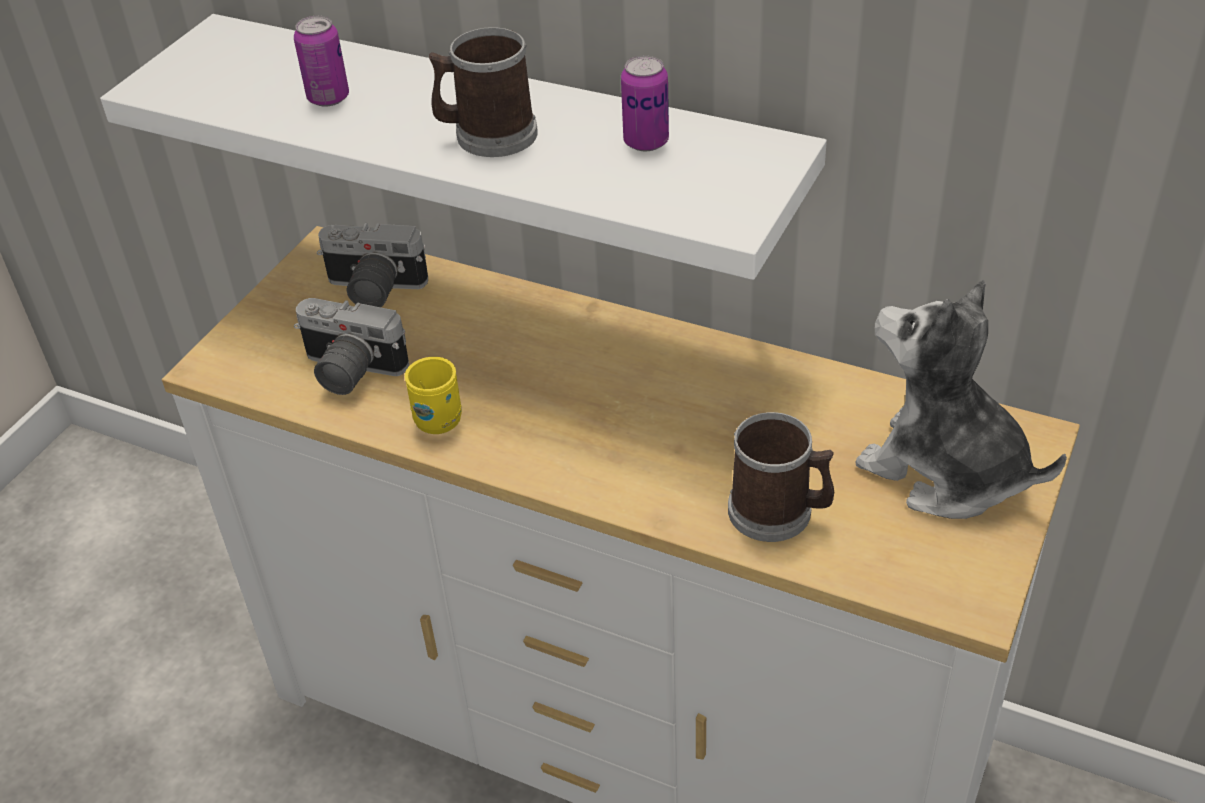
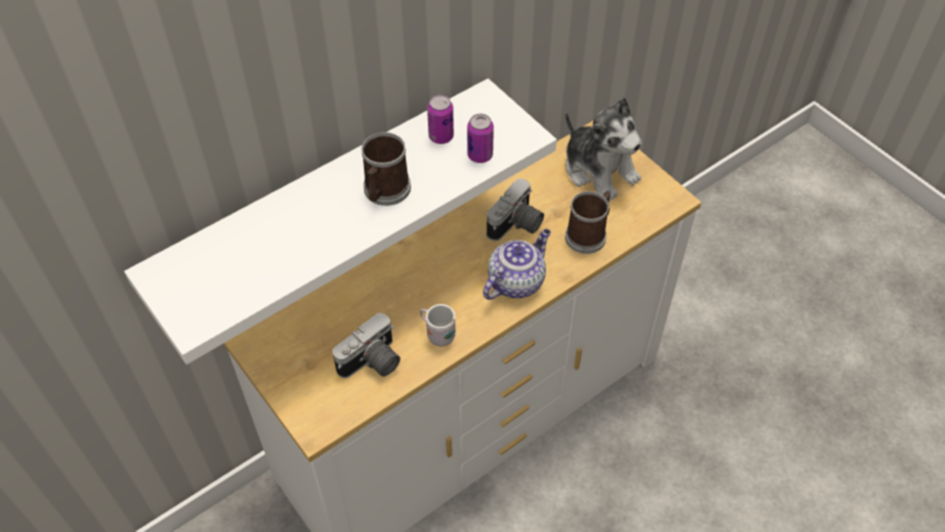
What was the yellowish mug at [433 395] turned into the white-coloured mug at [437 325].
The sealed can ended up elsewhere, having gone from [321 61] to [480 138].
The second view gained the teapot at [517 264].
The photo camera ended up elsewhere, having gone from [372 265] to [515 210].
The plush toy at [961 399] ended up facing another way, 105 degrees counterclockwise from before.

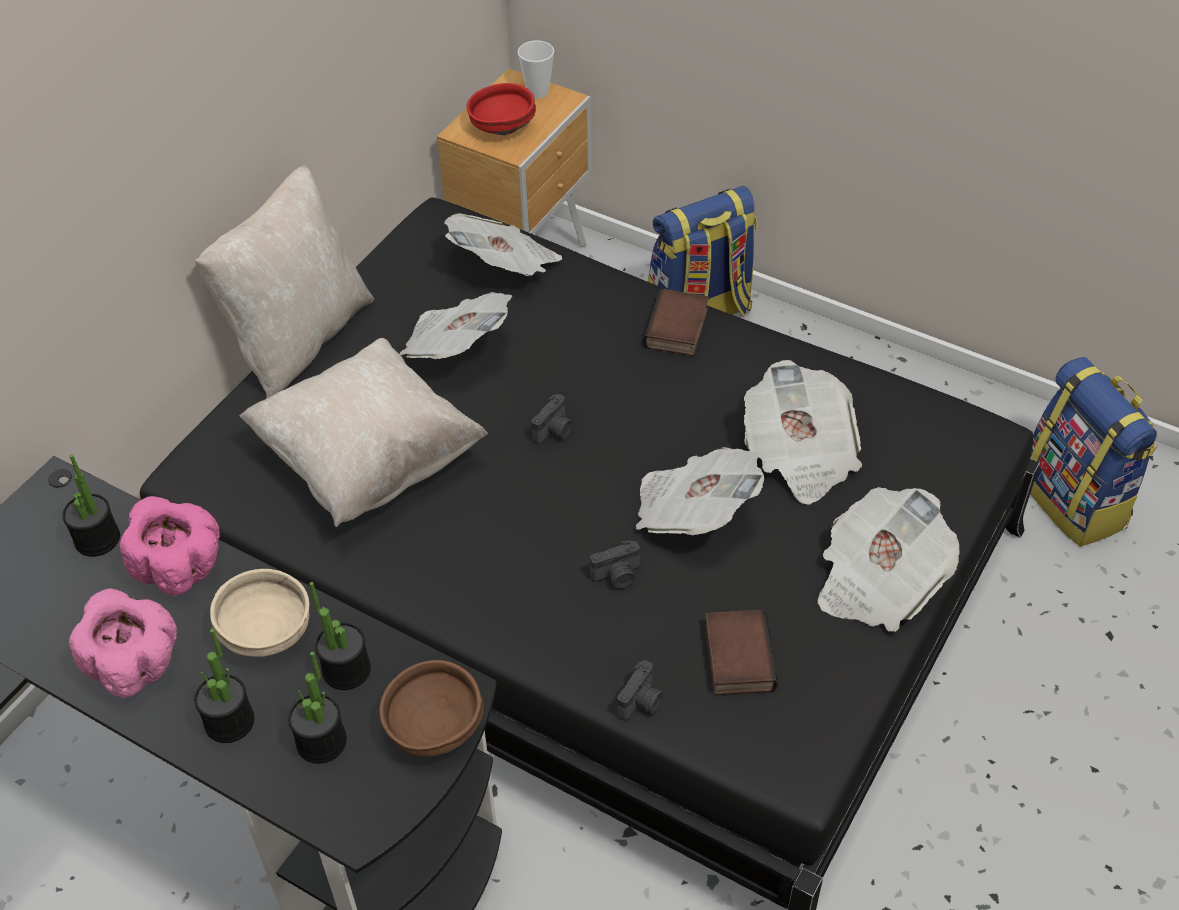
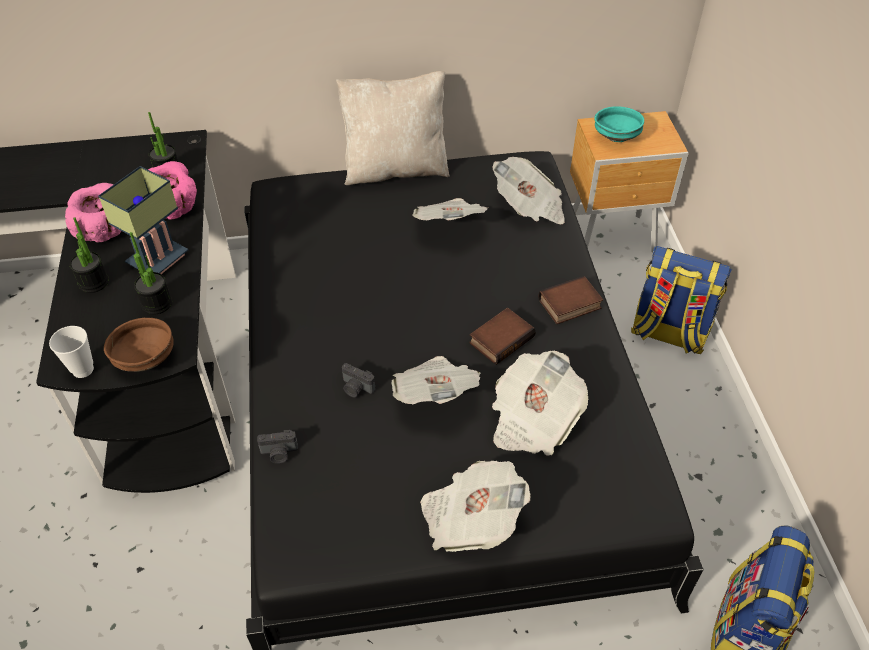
The small cup ended up elsewhere, having gone from [536 70] to [71 352].
Where the sand-coloured bowl stood at [259 613], the table lamp came to stand at [143 220].
The book ended up elsewhere, having gone from [741 652] to [502 336].
What was the reddish bowl at [501 109] turned into the blue-green bowl at [619 124].
The second view lost the sand-coloured cushion at [364 432].
The second view lost the houseplant at [317 708].
The second view lost the photo camera at [552 419].

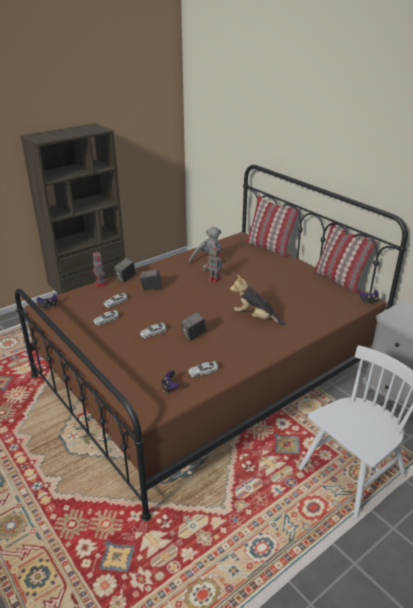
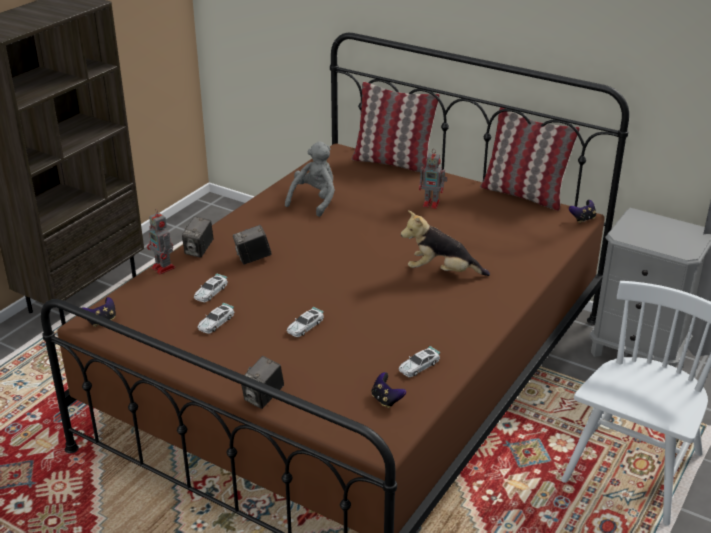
The photo camera ended up elsewhere, having gone from [194 326] to [262 382].
The robot figure ended up elsewhere, having gone from [215 265] to [433 179].

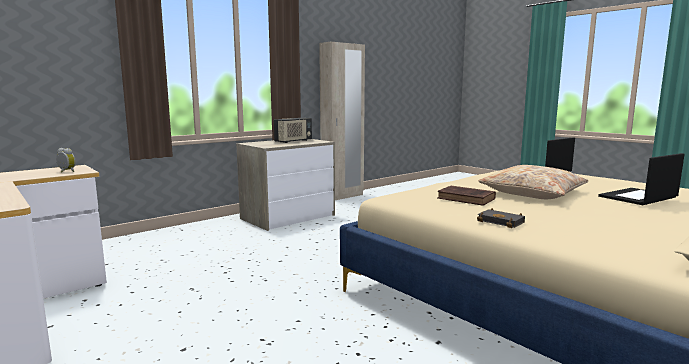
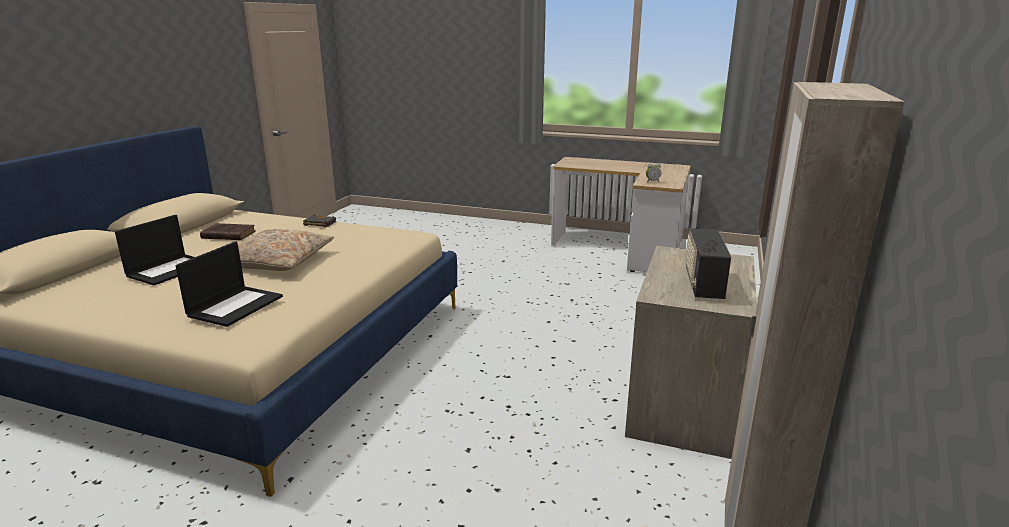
The brown-coloured book ended up elsewhere, having gone from [466 196] to [228 231].

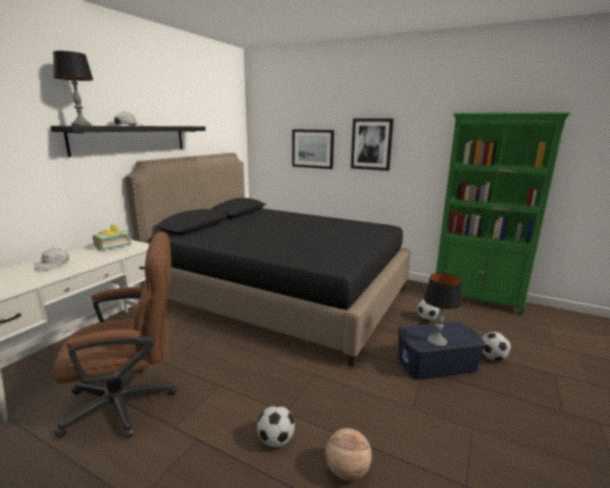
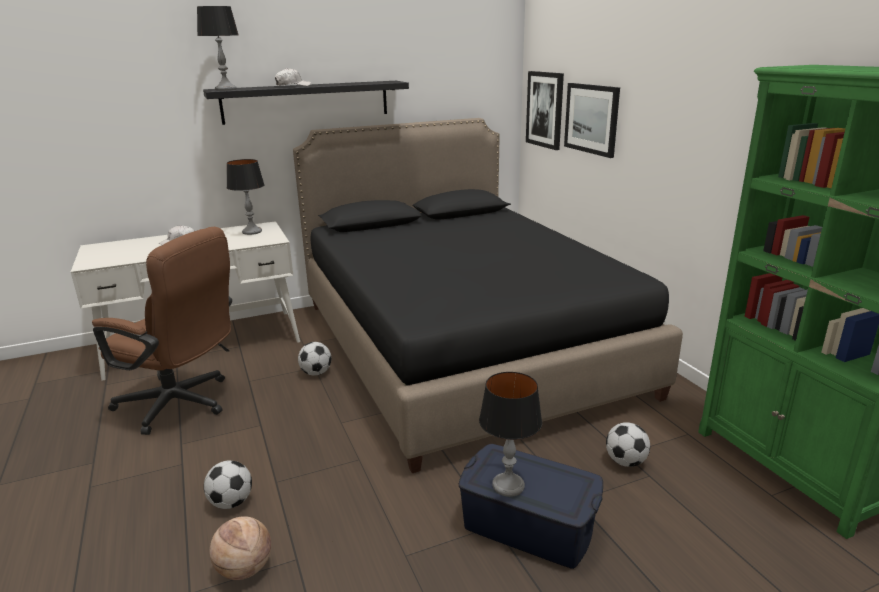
Where the book stood at [112 237], the table lamp came to stand at [246 197].
The football ended up elsewhere, having gone from [496 346] to [314 359].
The wall picture ended up elsewhere, having gone from [372 144] to [545 110].

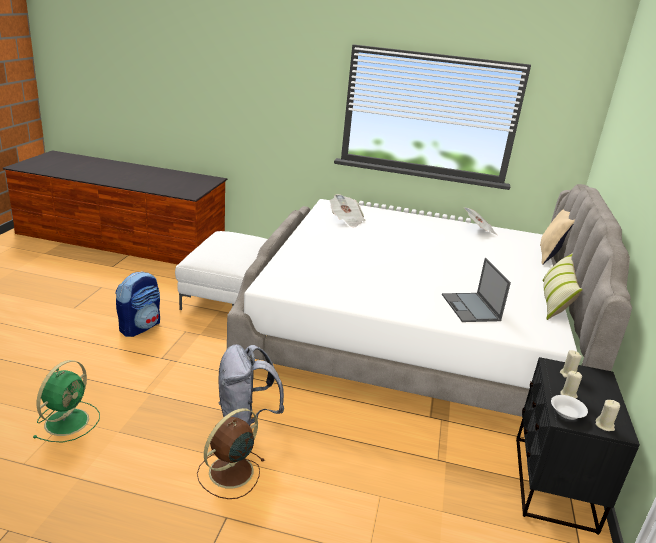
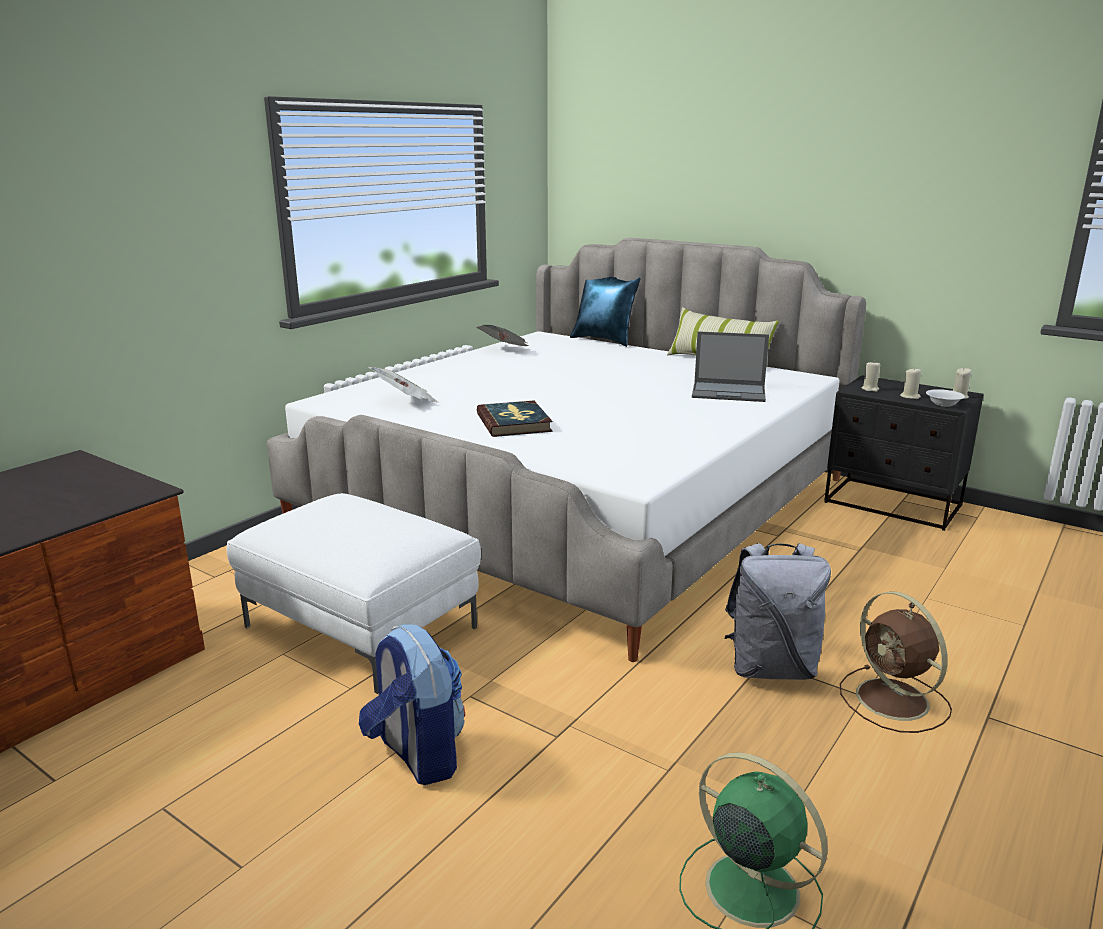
The second view gained the book at [514 419].
What was the sand-coloured cushion at [557 237] turned into the blue cushion at [605 311].

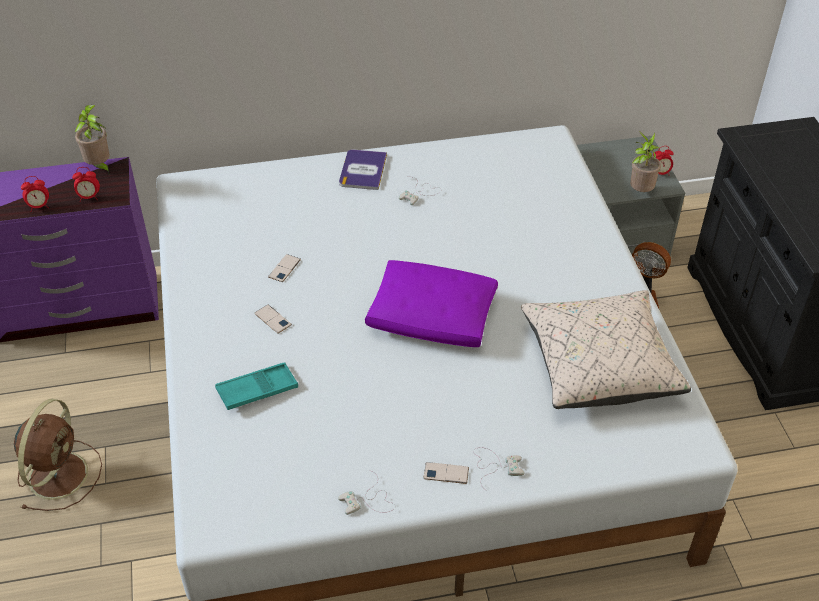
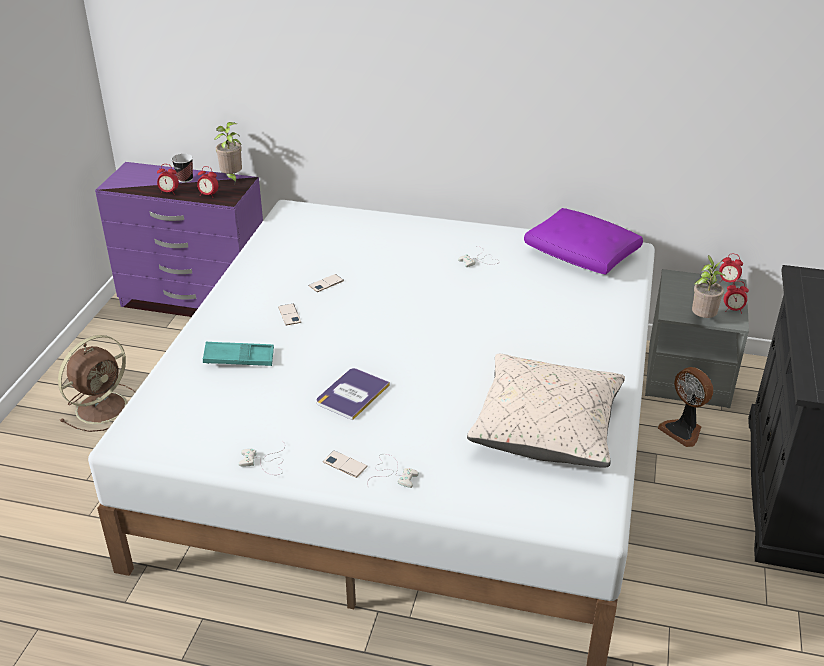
The second view gained the small cup at [182 168].
The book ended up elsewhere, having gone from [363 169] to [353 394].
The purple cushion ended up elsewhere, having gone from [431 303] to [583 241].
The second view gained the alarm clock at [731 269].

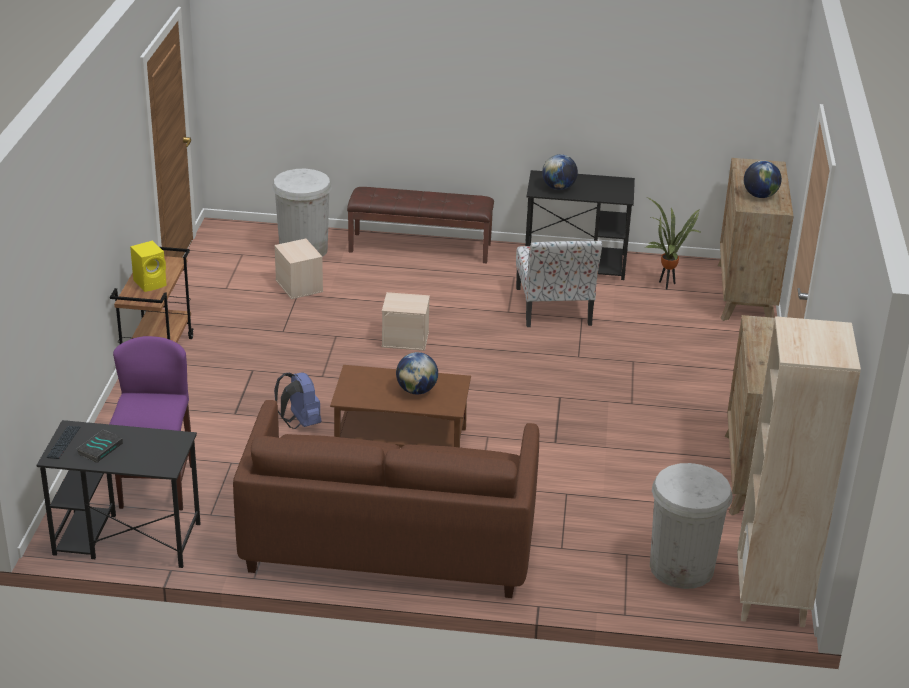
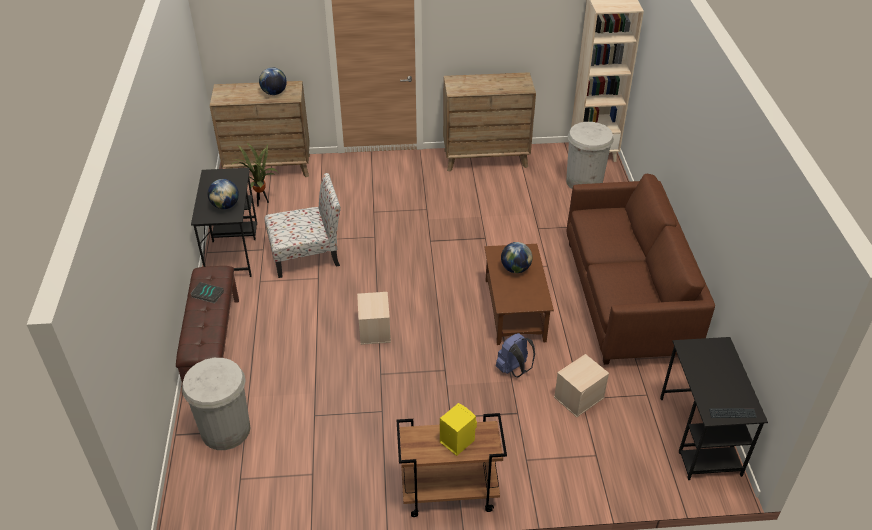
The book ended up elsewhere, having gone from [100 446] to [207 292].
The sand-coloured storage box ended up elsewhere, having gone from [298 268] to [581 385].
The second view lost the purple sitting stool at [150 423].

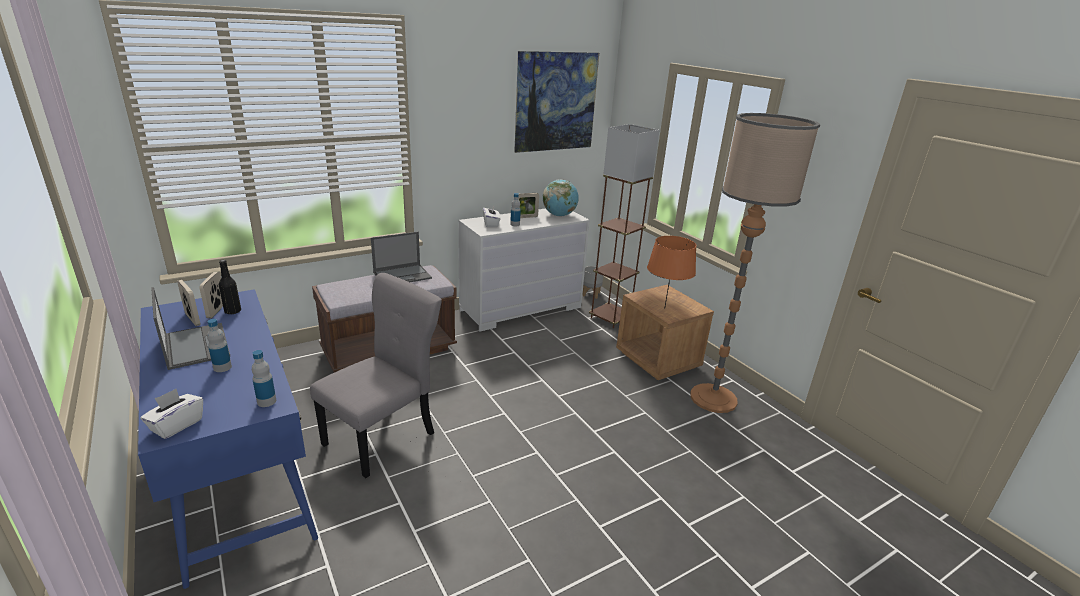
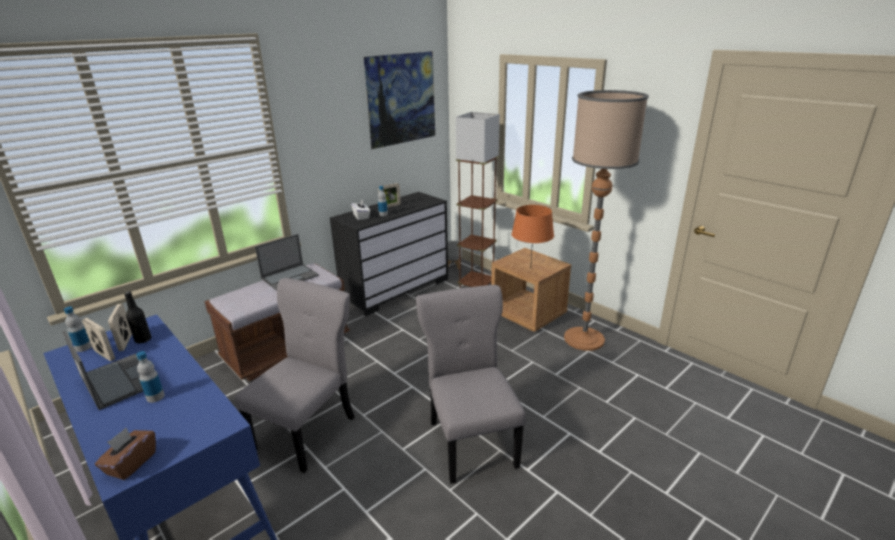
The drink bottle ended up elsewhere, having gone from [264 378] to [78 329].
What was the white-coloured tissue holder at [171 414] turned into the brown-coloured tissue holder at [125 454].
What was the white-coloured dresser at [524 270] turned into the black-coloured dresser at [389 254].
The second view gained the greyish plain chair at [471 384].
The second view lost the desk globe at [561 198].

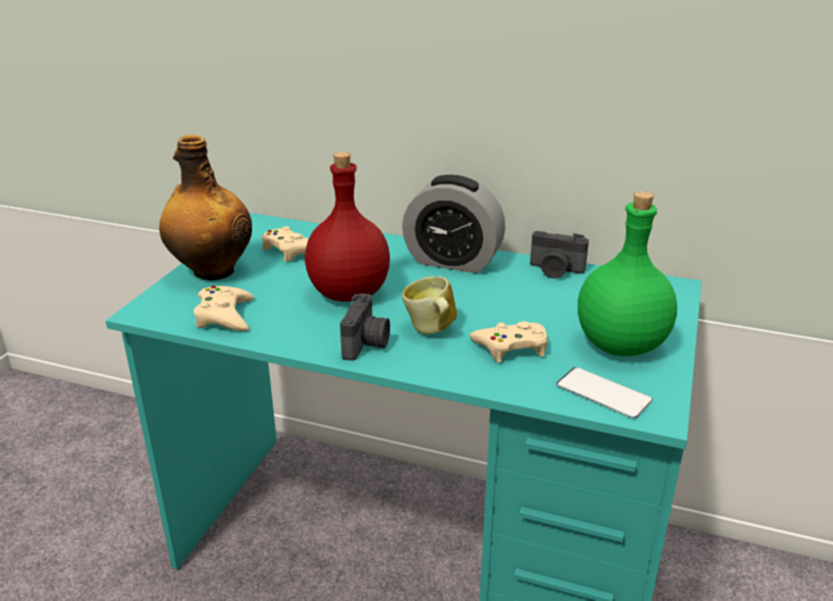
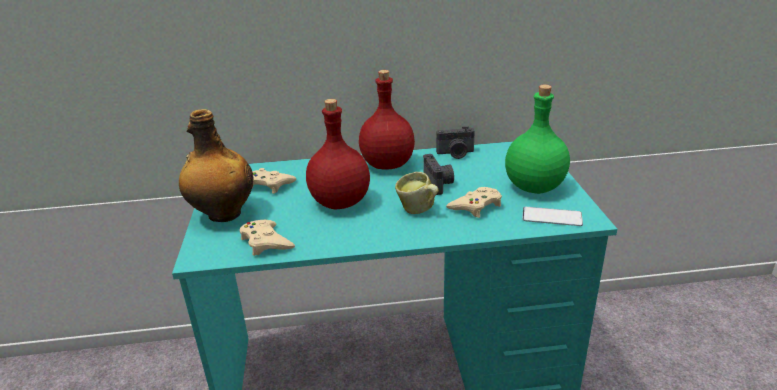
Where the alarm clock stood at [453 224], the reddish drink bottle came to stand at [387 120].
The photo camera ended up elsewhere, having gone from [365 327] to [438 174].

